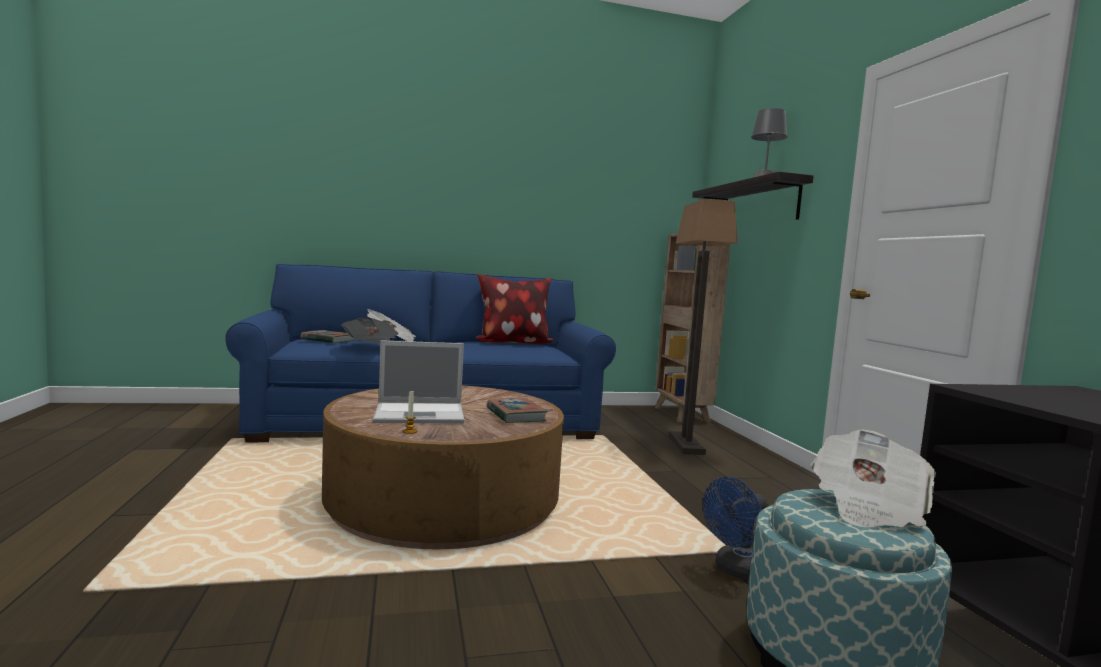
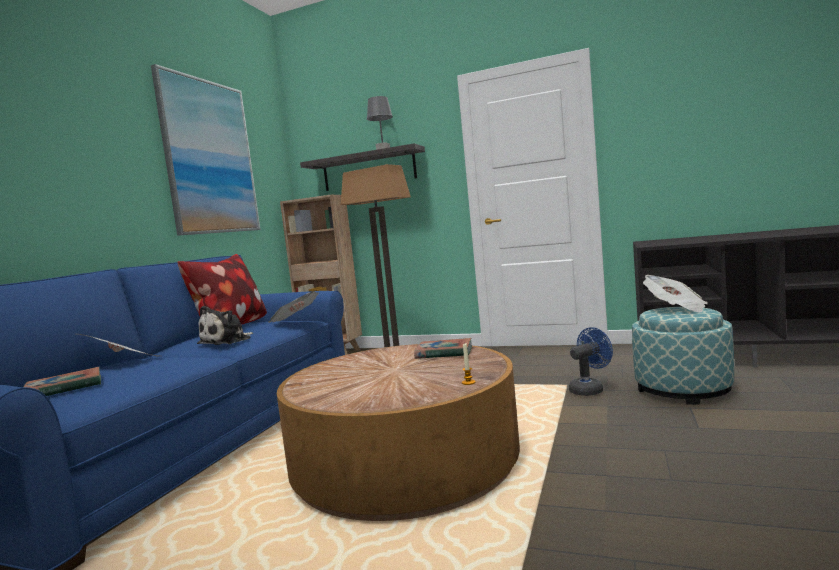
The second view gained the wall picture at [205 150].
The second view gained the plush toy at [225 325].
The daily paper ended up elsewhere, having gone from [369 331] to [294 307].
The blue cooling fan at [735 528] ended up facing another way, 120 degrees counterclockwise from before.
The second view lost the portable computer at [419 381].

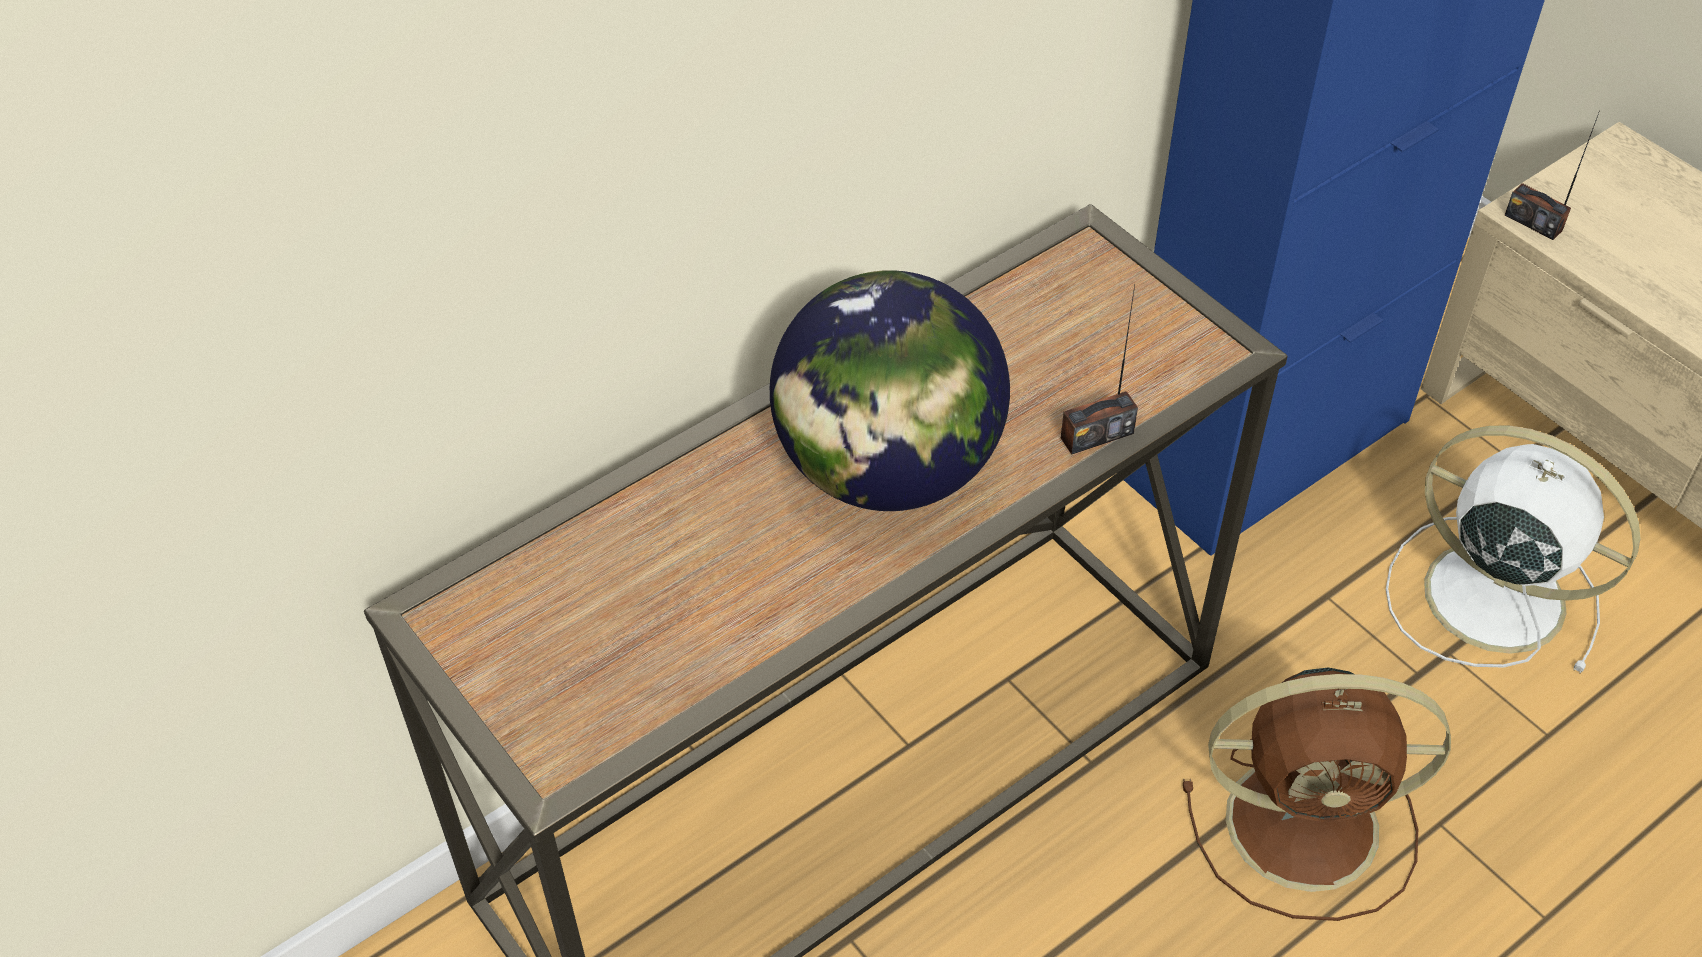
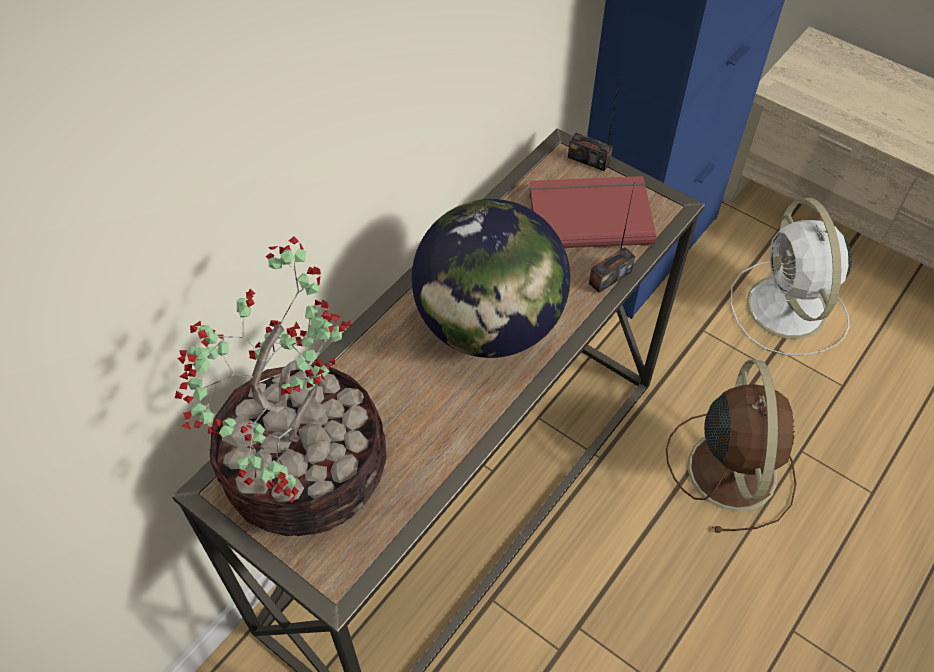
The second view gained the houseplant at [280 386].
The second view gained the reddish book at [593 212].
The radio receiver ended up elsewhere, having gone from [1552 175] to [594 122].
The brown-coloured cooling fan at [1317 794] ended up facing another way, 75 degrees counterclockwise from before.
The white-coloured cooling fan at [1513 550] ended up facing another way, 120 degrees counterclockwise from before.

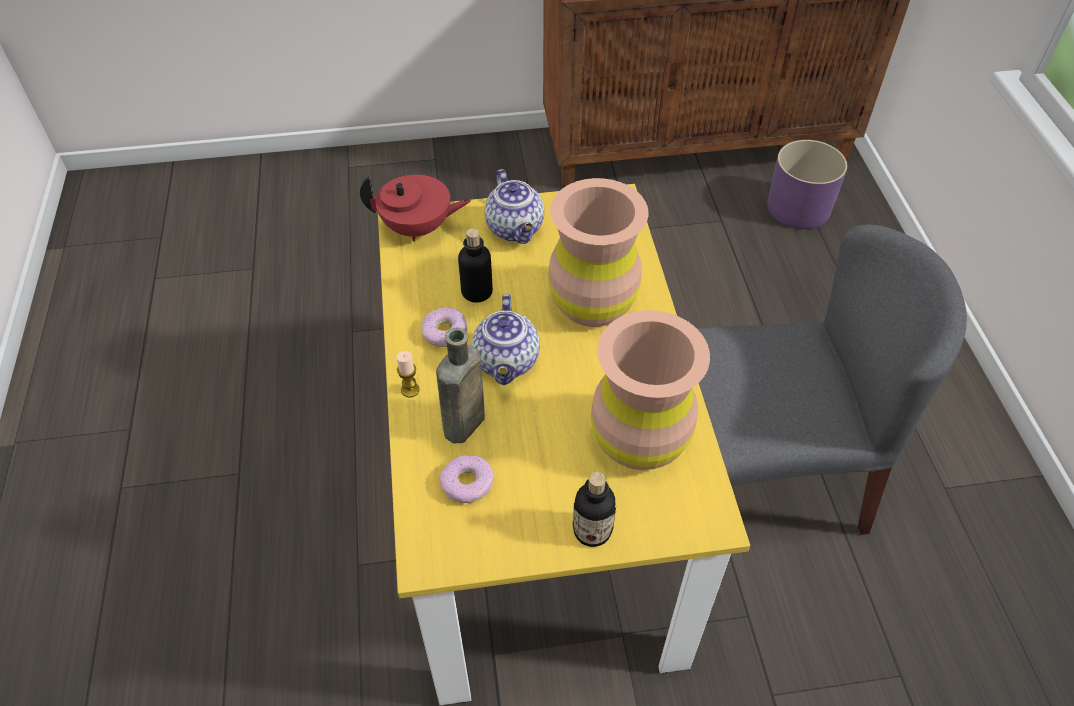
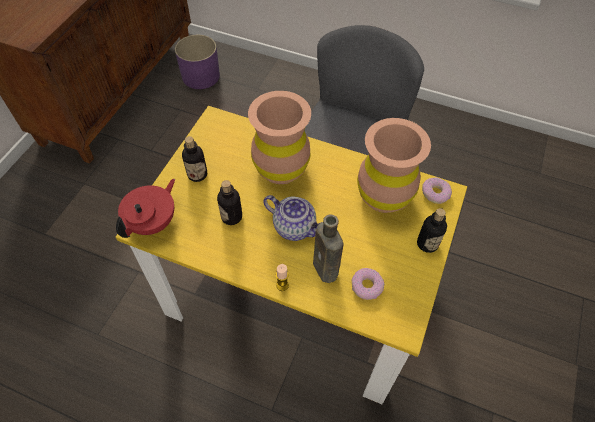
Where the teapot stood at [514 206], the drink bottle came to stand at [194 159].
The ring doughnut ended up elsewhere, having gone from [444 327] to [437 190].

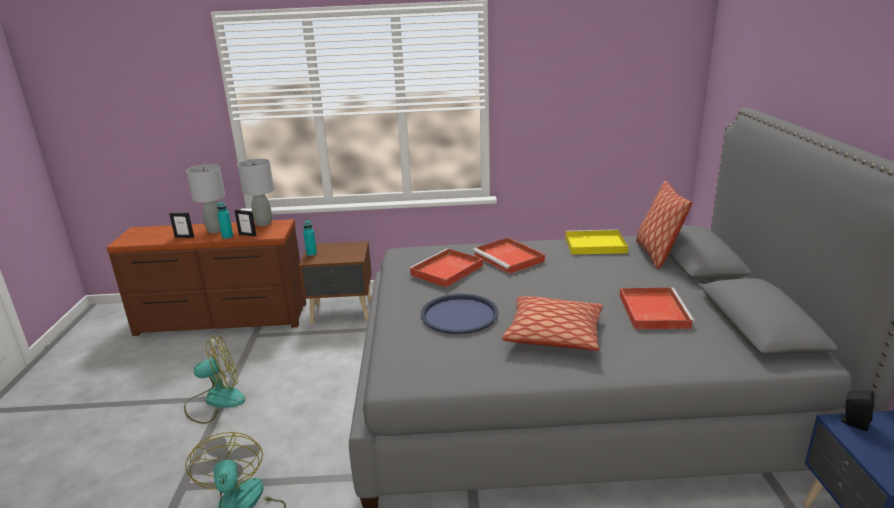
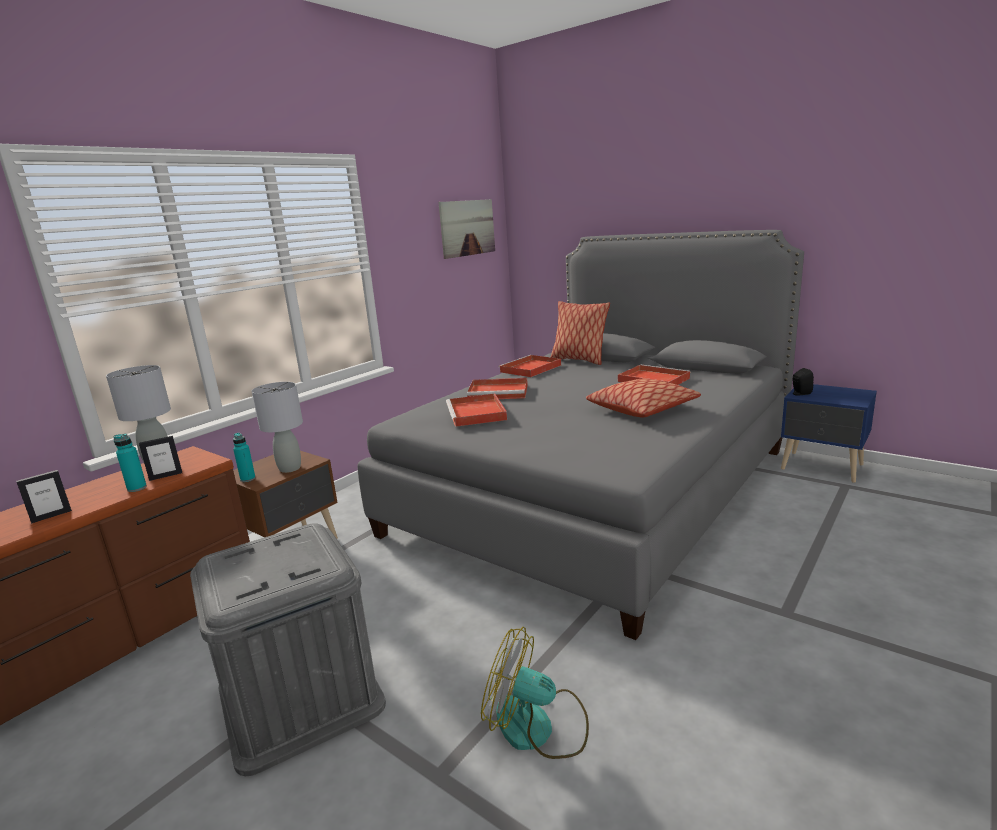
Where the cooling fan stood at [214 380], the greyish storage box came to stand at [288 649].
The greyish table lamp ended up elsewhere, having gone from [205 198] to [277 427].
The second view gained the wall picture at [466 229].
What was the yellowish tray at [596 242] turned into the reddish tray at [530 366].
The second view lost the blue tray at [460 314].

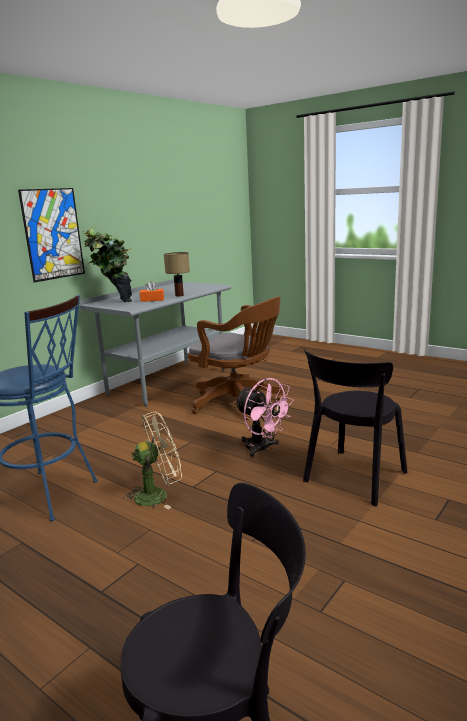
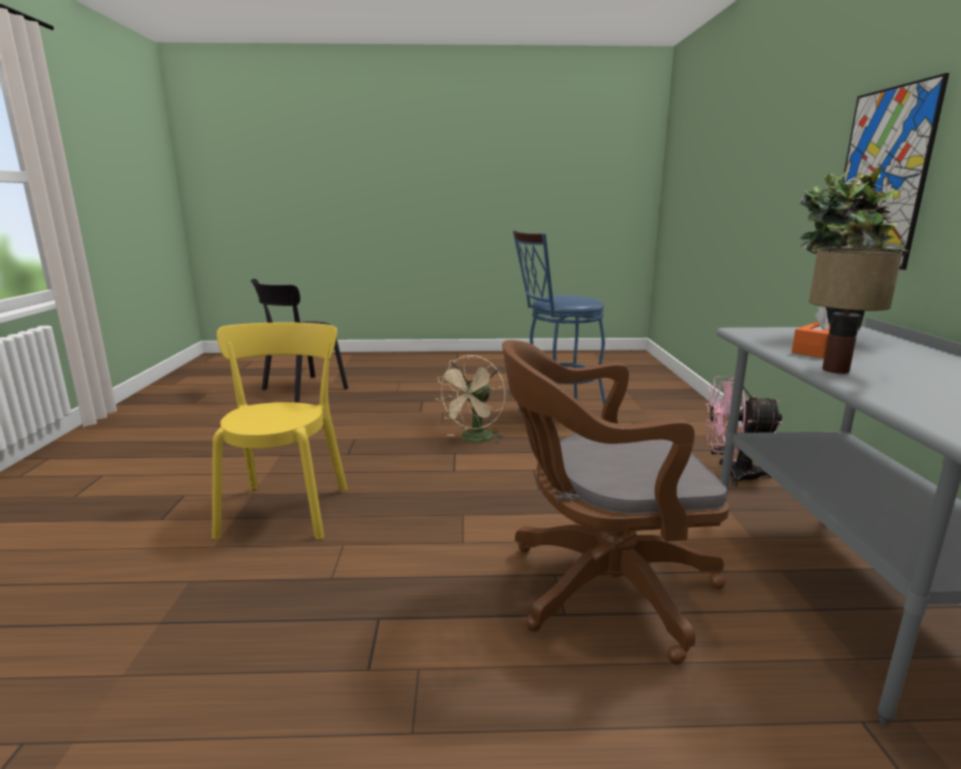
What was the black-coloured plain chair at [355 427] turned into the yellowish plain chair at [280 431].
The pink-coloured cooling fan ended up elsewhere, having gone from [264 418] to [743 431].

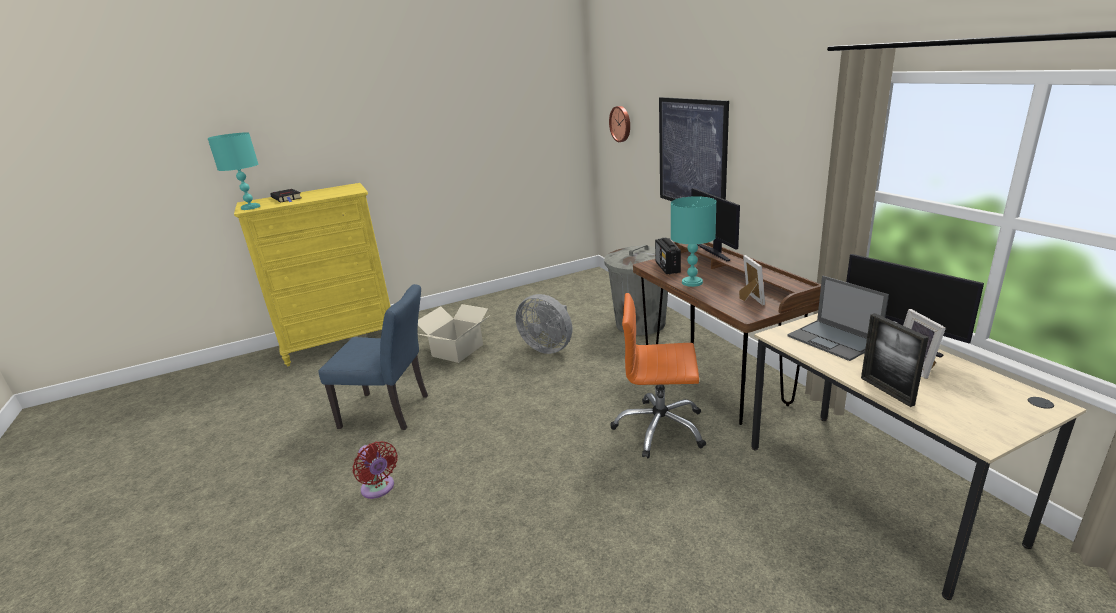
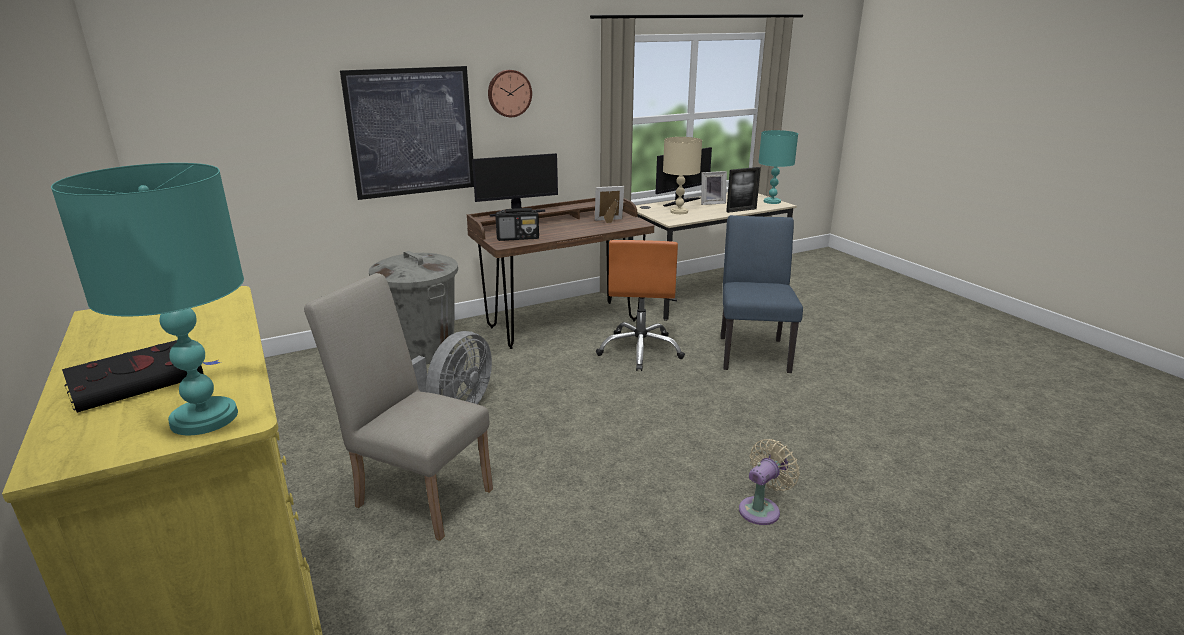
Where the cardboard box stood at [454 333], the sand-coloured plain chair came to stand at [398 407].
The hanging clock ended up elsewhere, having gone from [619 124] to [510 93].
Where the portable computer stood at [838 318], the sand-coloured table lamp came to stand at [682 175].
The blue plain chair ended up elsewhere, having gone from [373 357] to [761 294].
What was the reddish cooling fan at [375 470] turned into the sand-coloured cooling fan at [769 482].
The blue-green table lamp ended up elsewhere, having gone from [693 241] to [778 167].

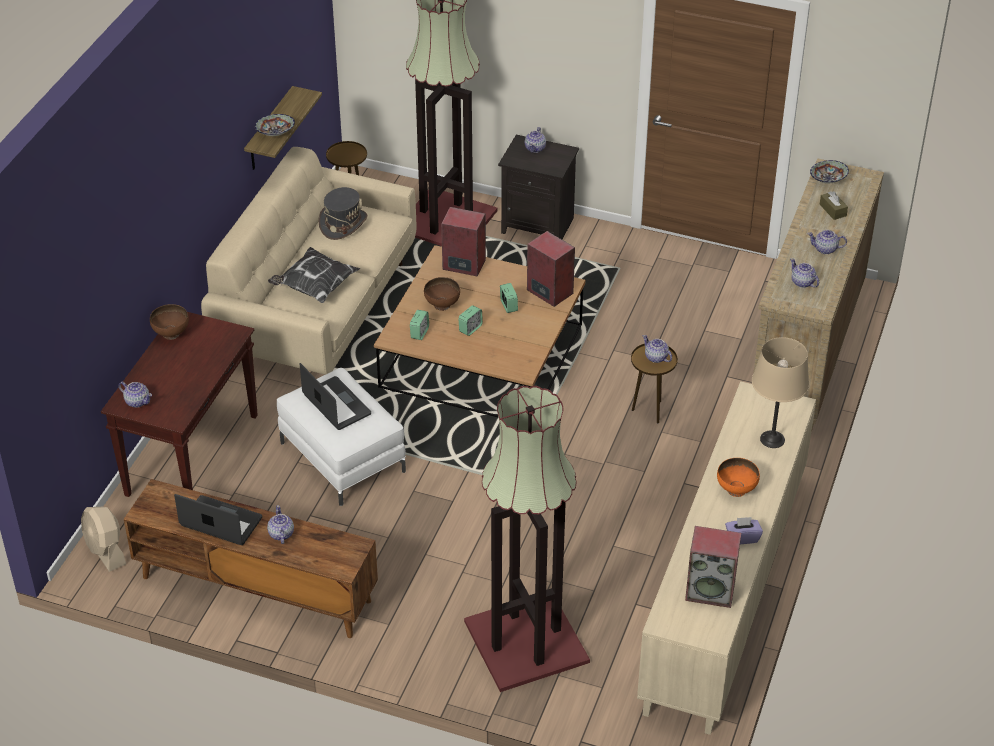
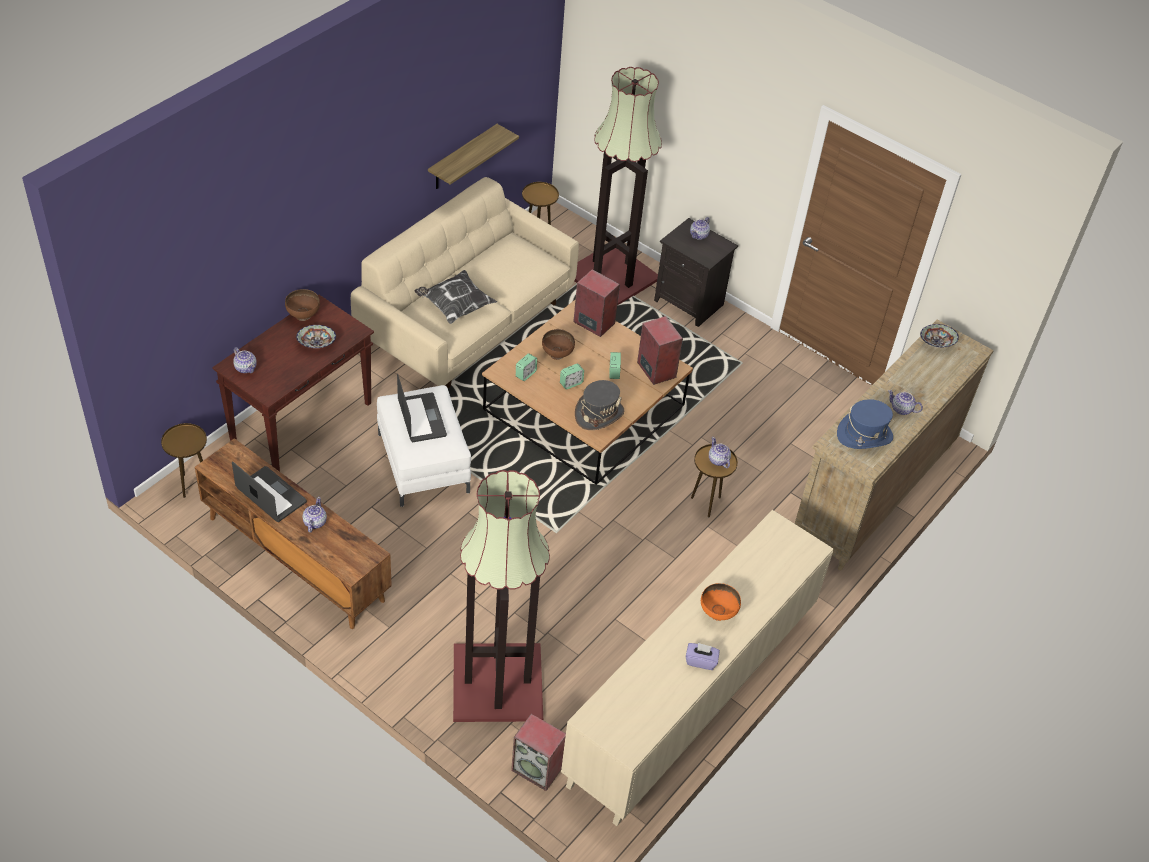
Where the sand-coloured cooling fan stood at [103 539], the brown-coloured accent table came to stand at [184 460].
The bowl ended up elsewhere, having gone from [275 125] to [316 336].
The speaker ended up elsewhere, having gone from [713 567] to [538 752].
The greyish wearable hat ended up elsewhere, having gone from [343 213] to [599 405].
Where the teapot stood at [804 273], the blue wearable hat came to stand at [865 424].
The second view lost the sand-coloured table lamp at [780 392].
The second view lost the brown-coloured tissue holder at [834 205].

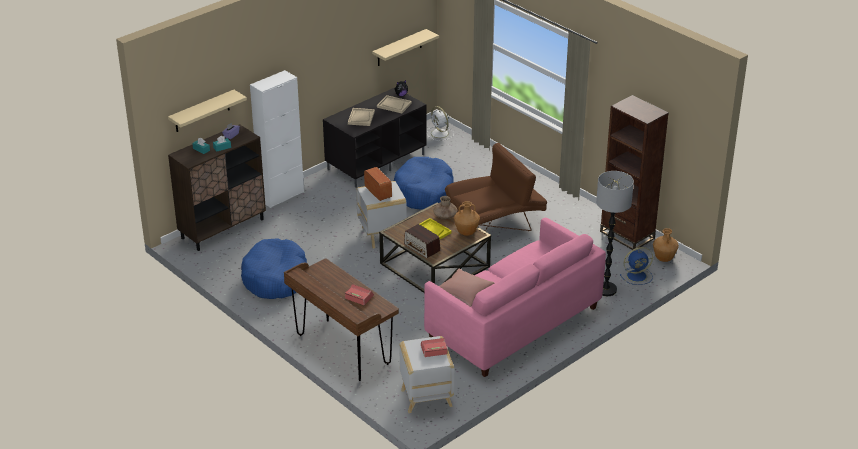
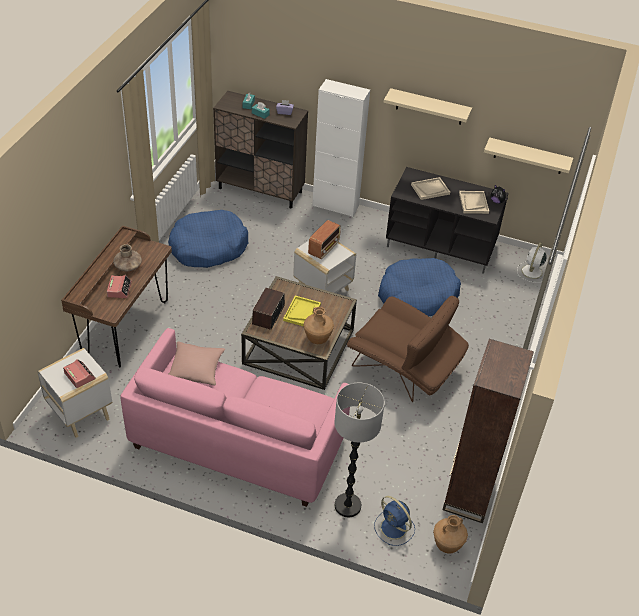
The brown-coloured flower vase ended up elsewhere, having gone from [445 207] to [127 258].
The sand-coloured wall shelf ended up elsewhere, having gone from [207 111] to [427 106].

